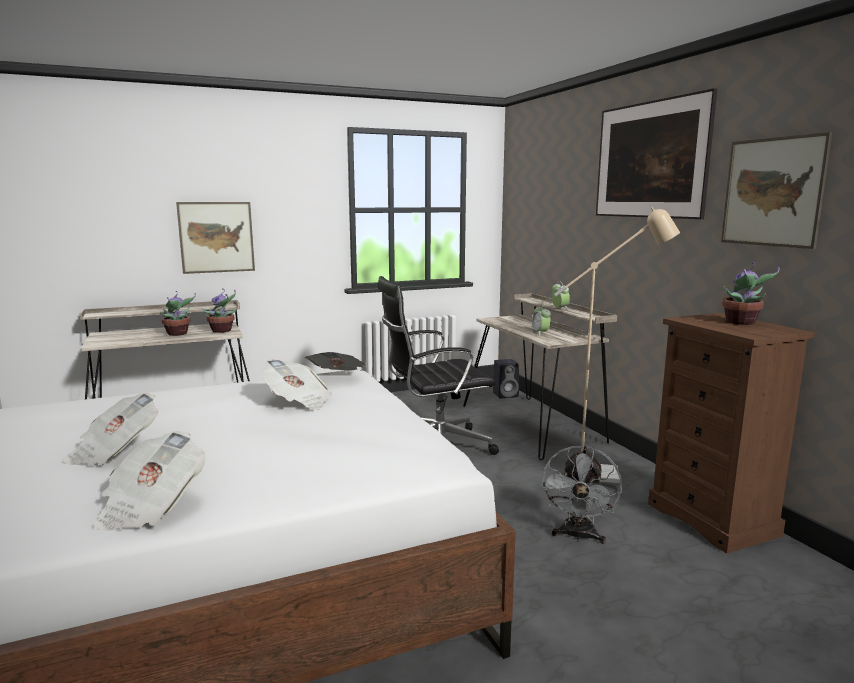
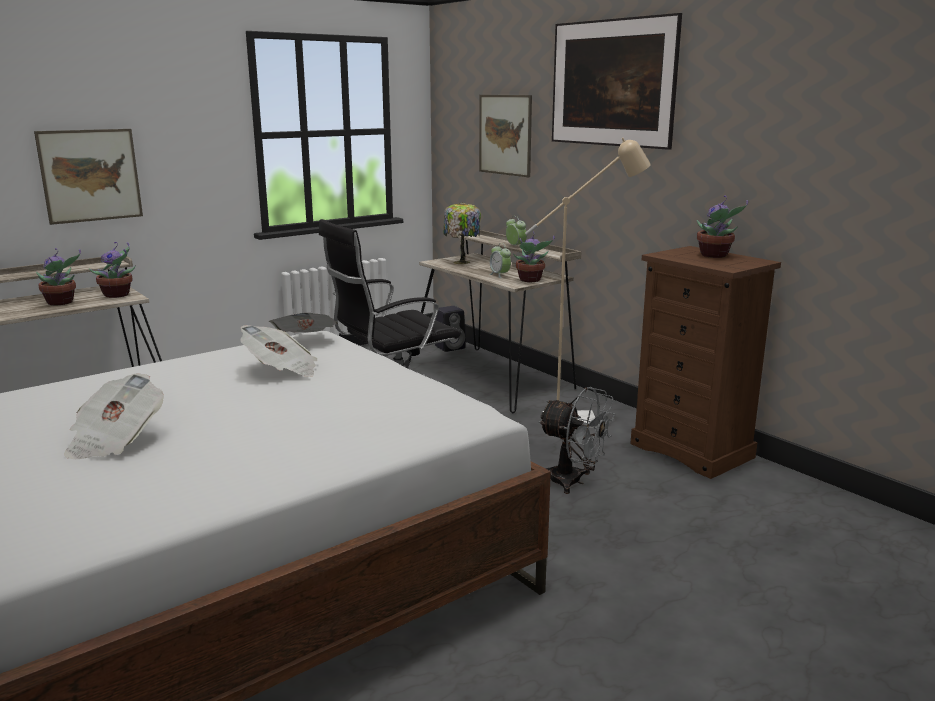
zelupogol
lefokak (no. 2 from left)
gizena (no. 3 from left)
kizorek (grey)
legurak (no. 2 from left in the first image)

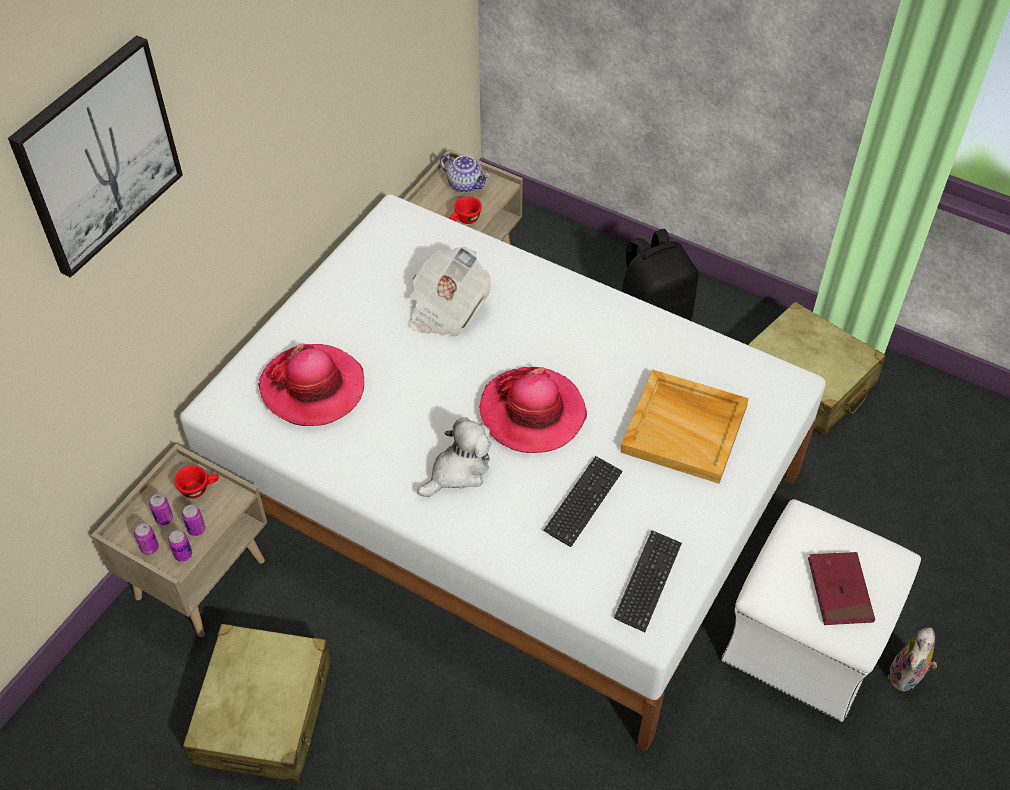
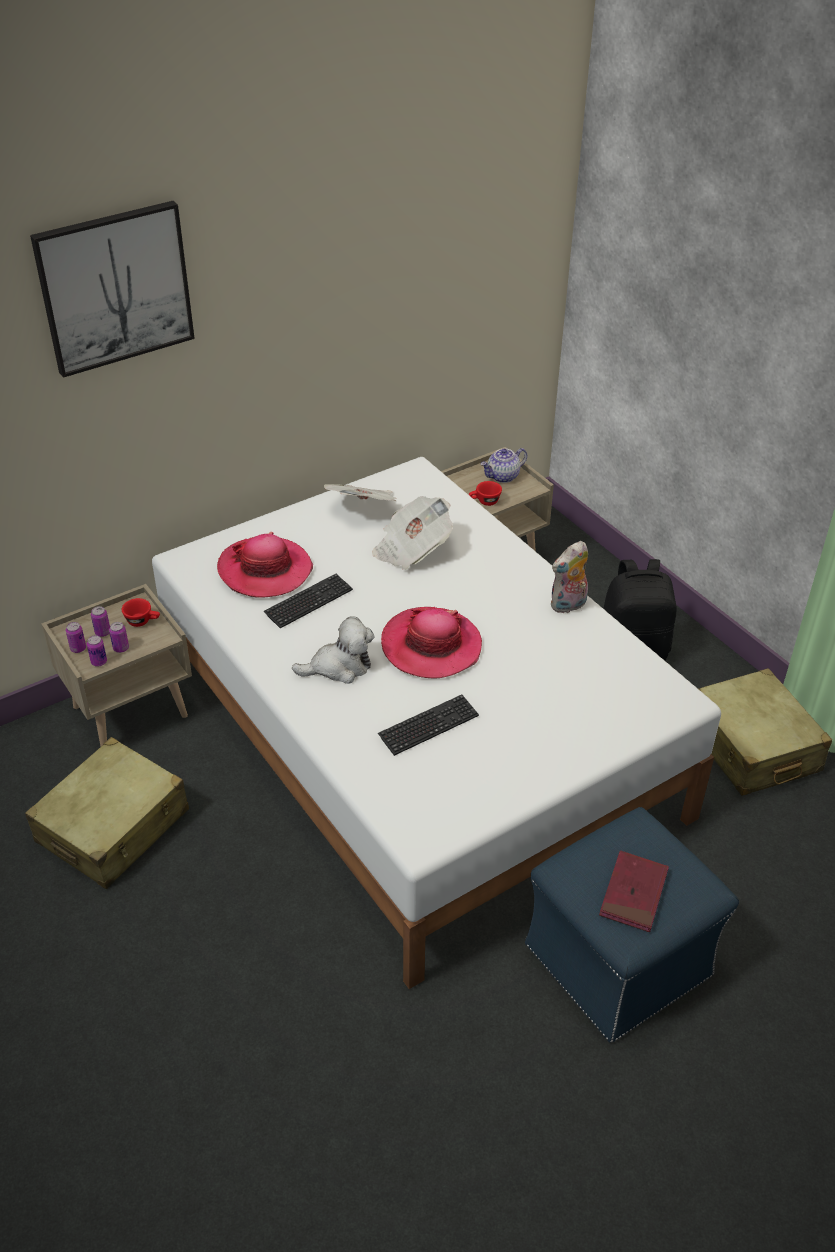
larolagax (no. 1 from left)
legurak (no. 1 from left)
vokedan
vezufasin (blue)
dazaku (no. 2 from left)
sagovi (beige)

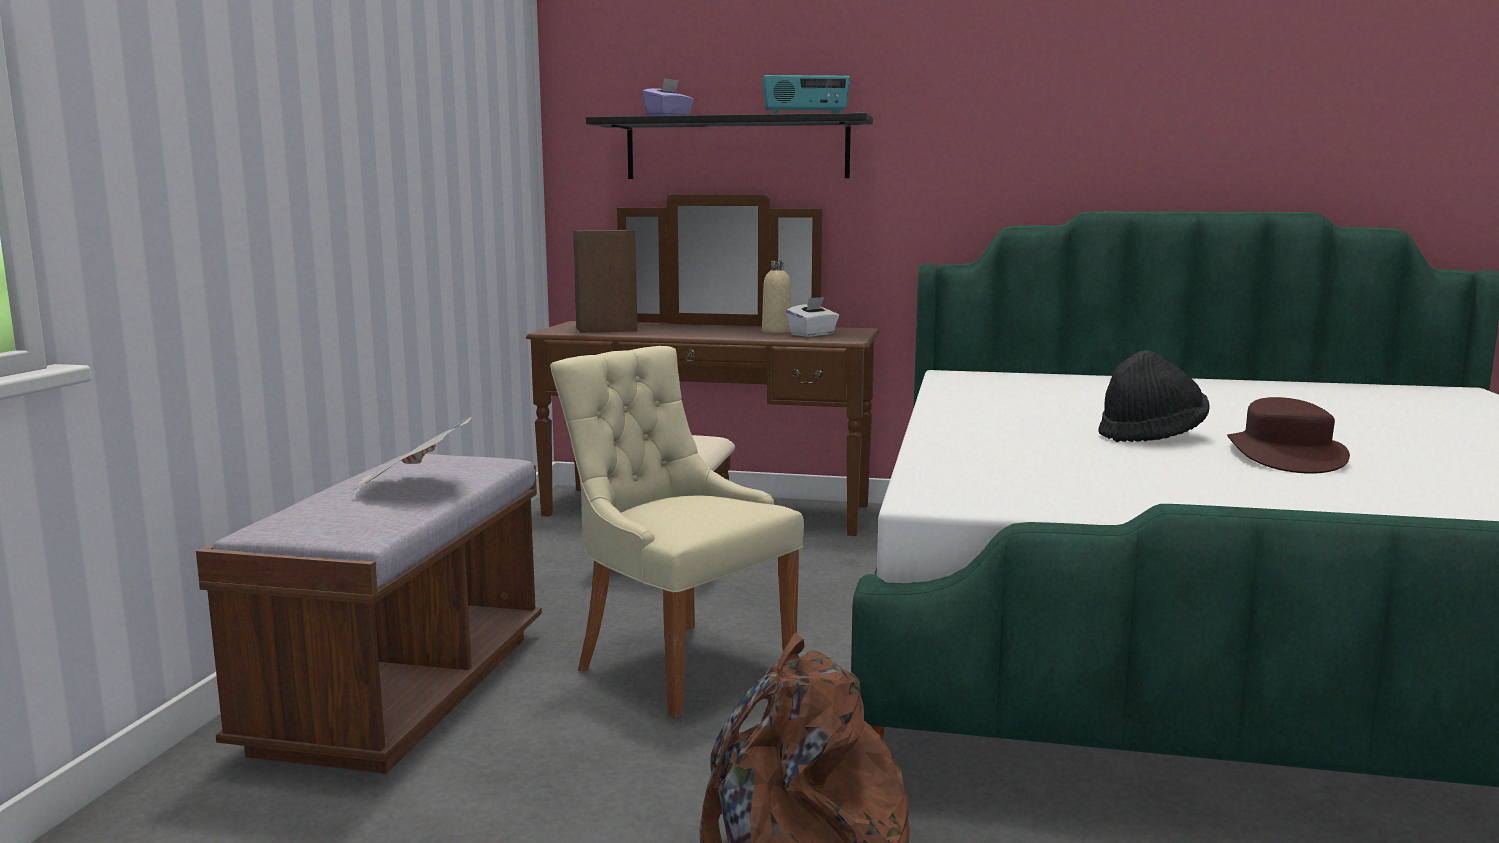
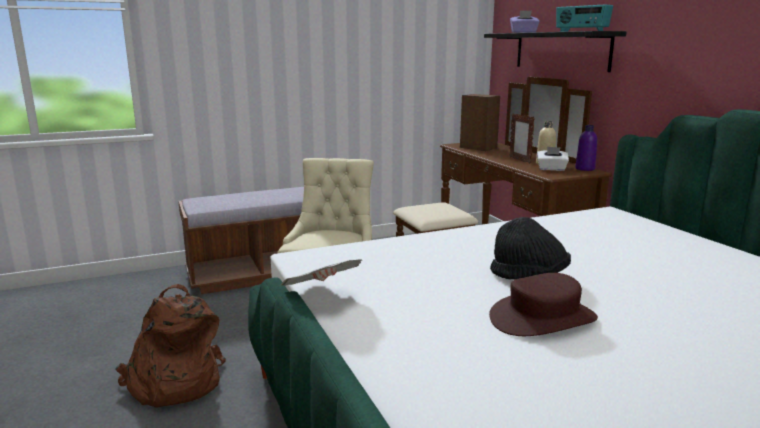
legurak
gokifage
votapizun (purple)

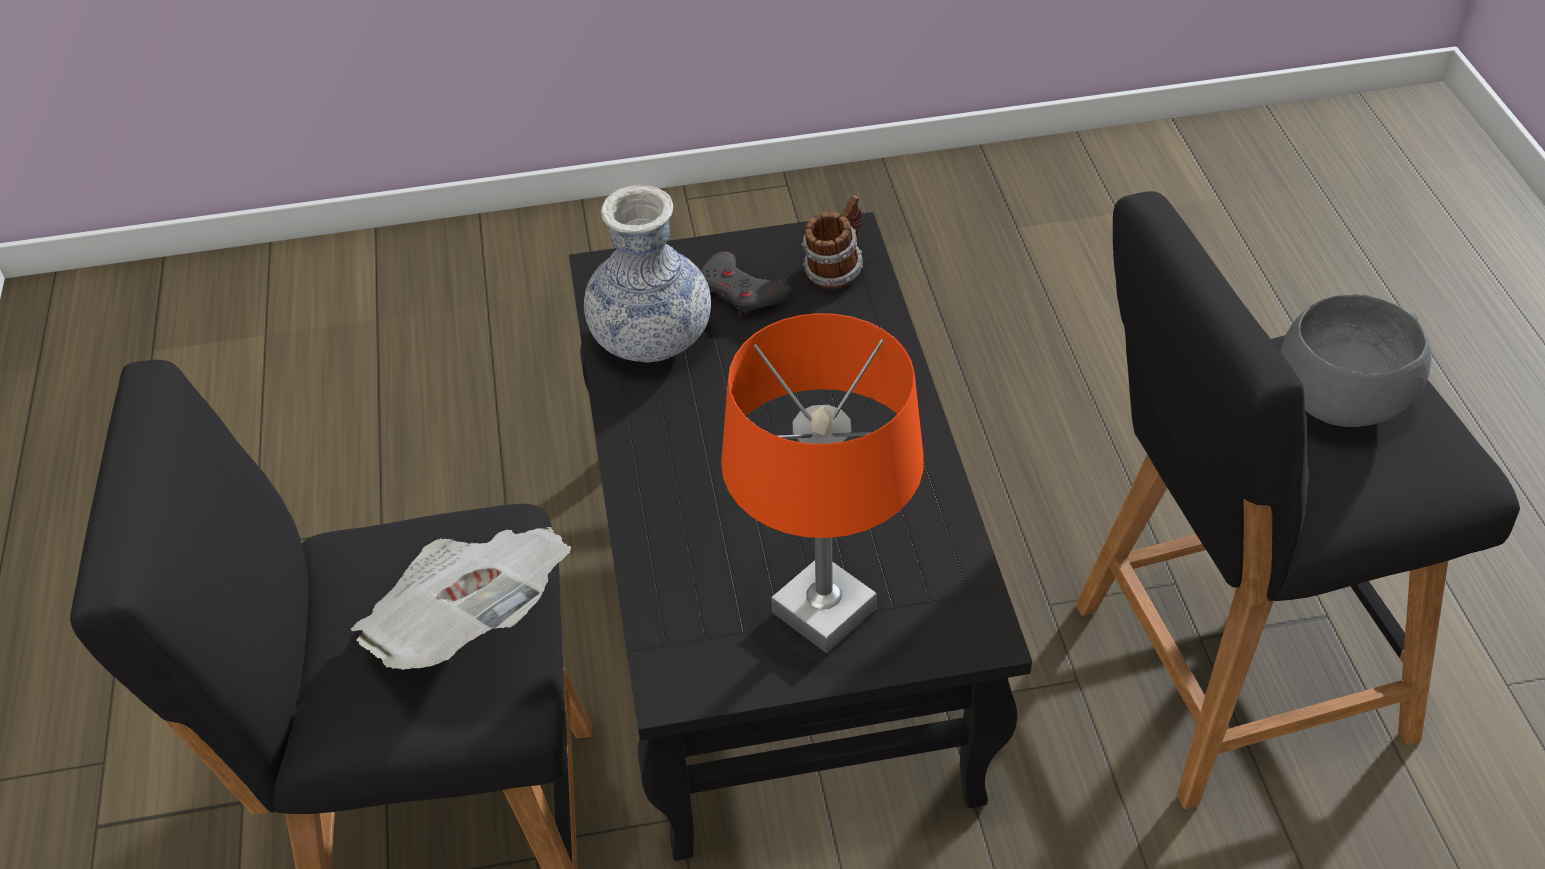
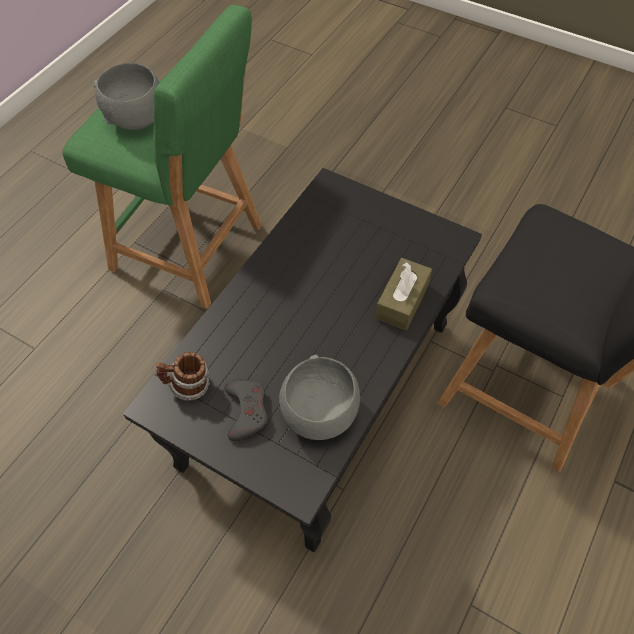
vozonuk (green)
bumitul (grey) (no. 2 from left)
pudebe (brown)
legurak
zelupogol (orange)

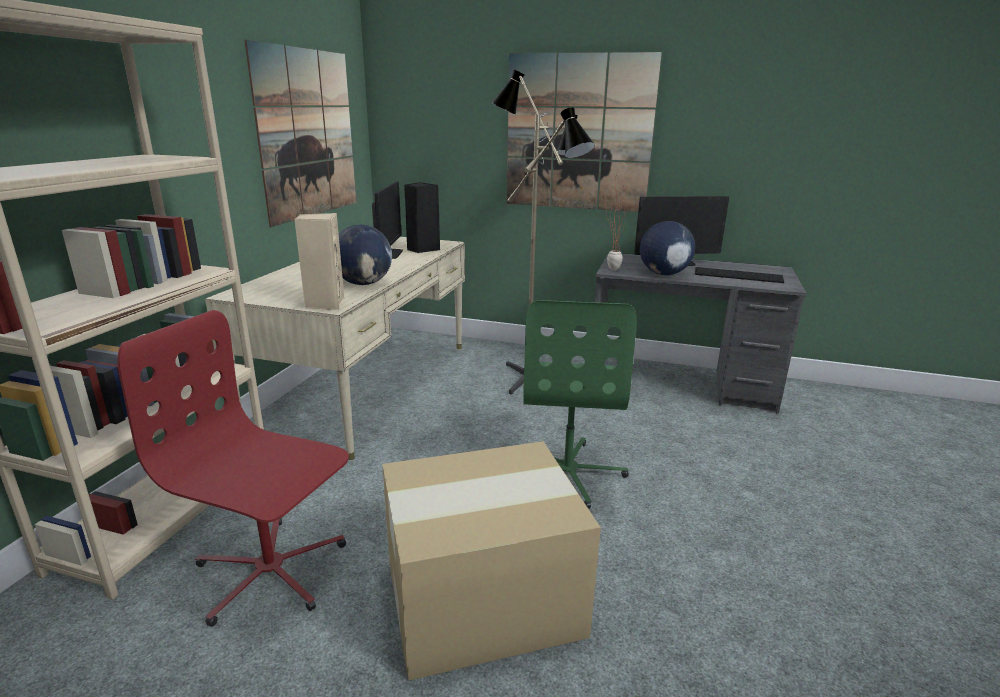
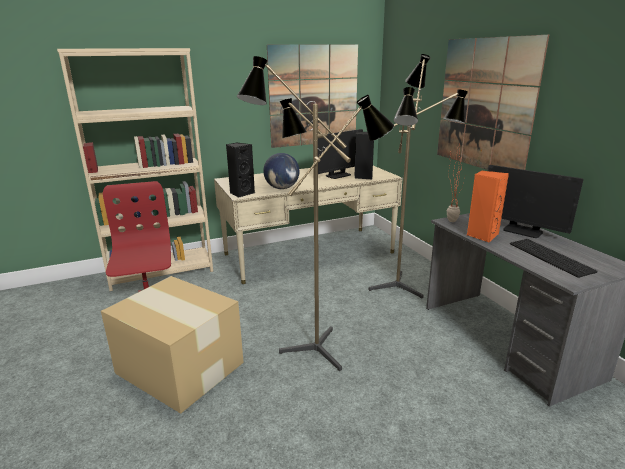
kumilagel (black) (no. 1 from left)
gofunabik (no. 1 from left)
kumilagel (orange)

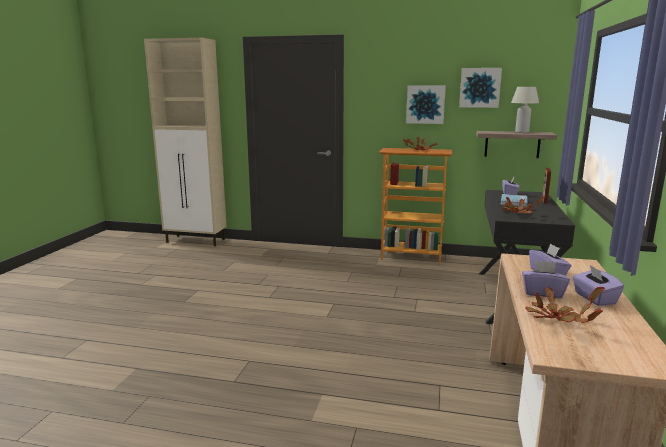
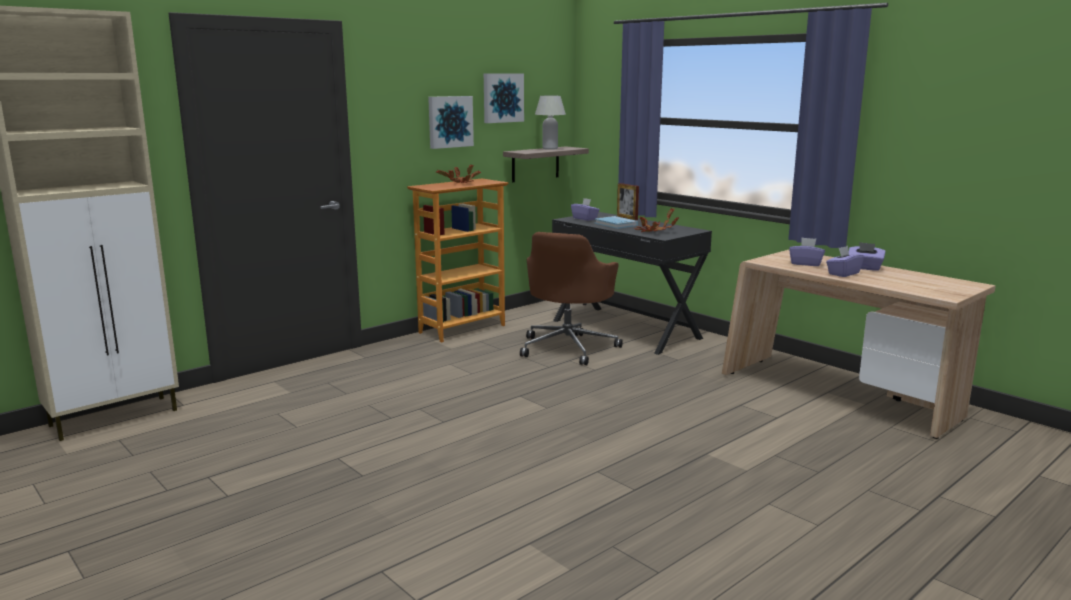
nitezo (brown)
gizena (no. 3 from left in the first image)

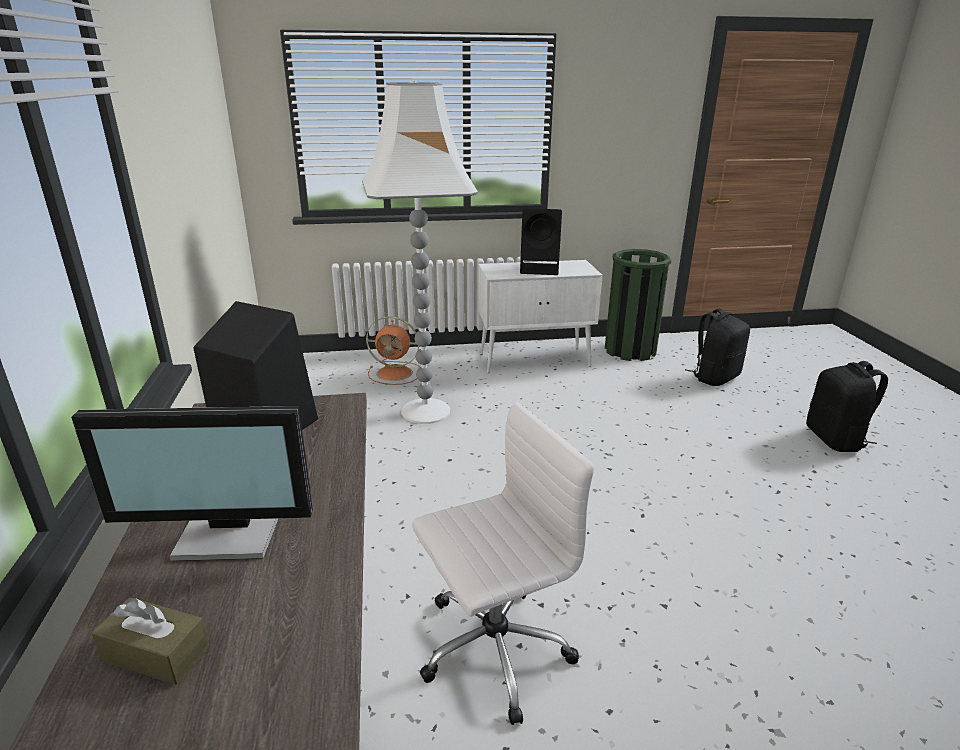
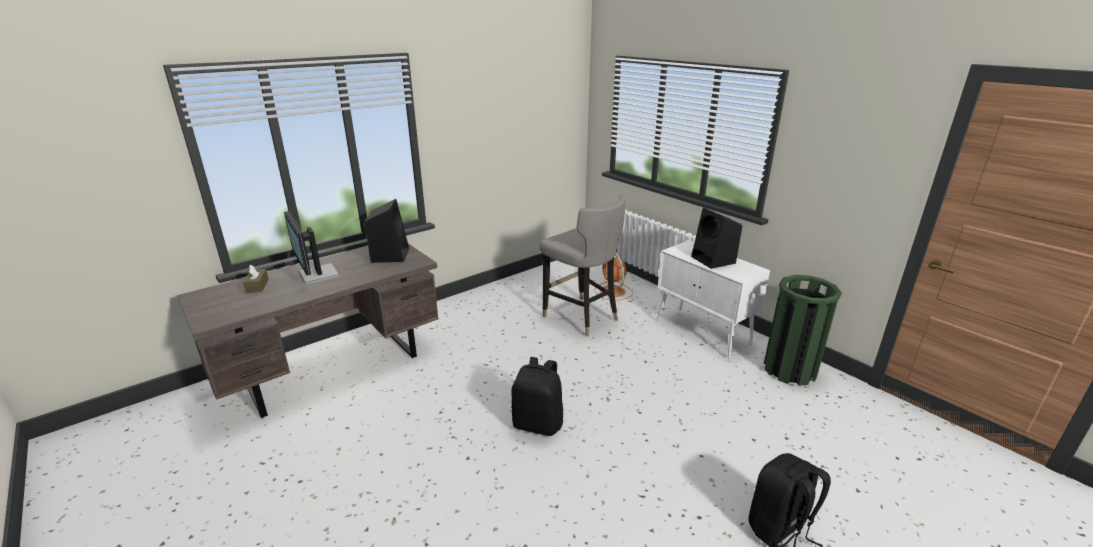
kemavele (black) (no. 1 from left)
vozonuk (grey)
nitezo (white)

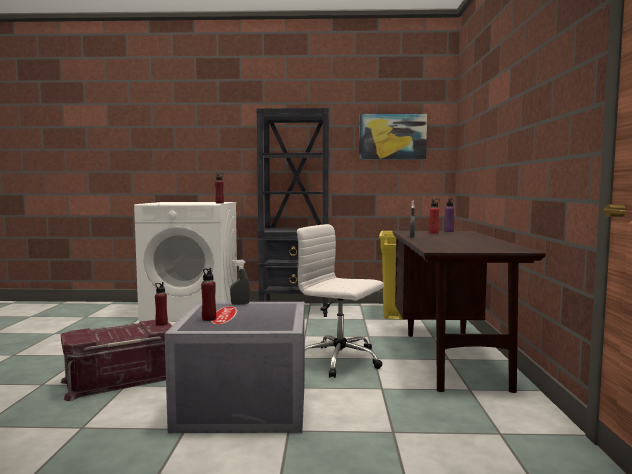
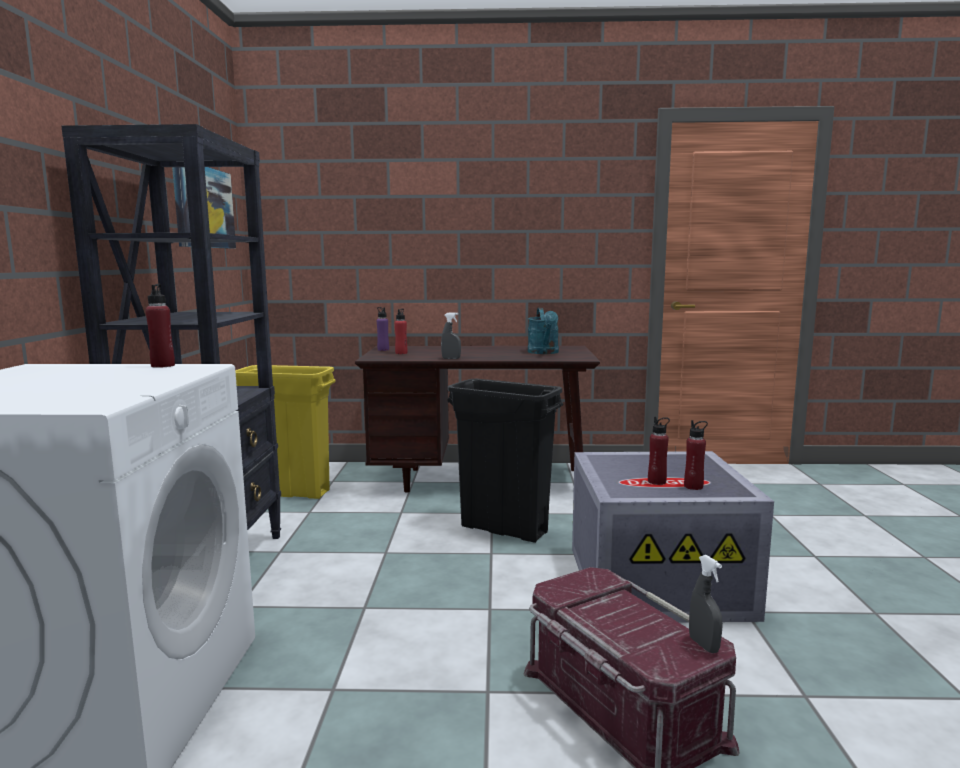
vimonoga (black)
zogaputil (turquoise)
votapizun (red) (no. 3 from left)
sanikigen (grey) (no. 2 from left)

